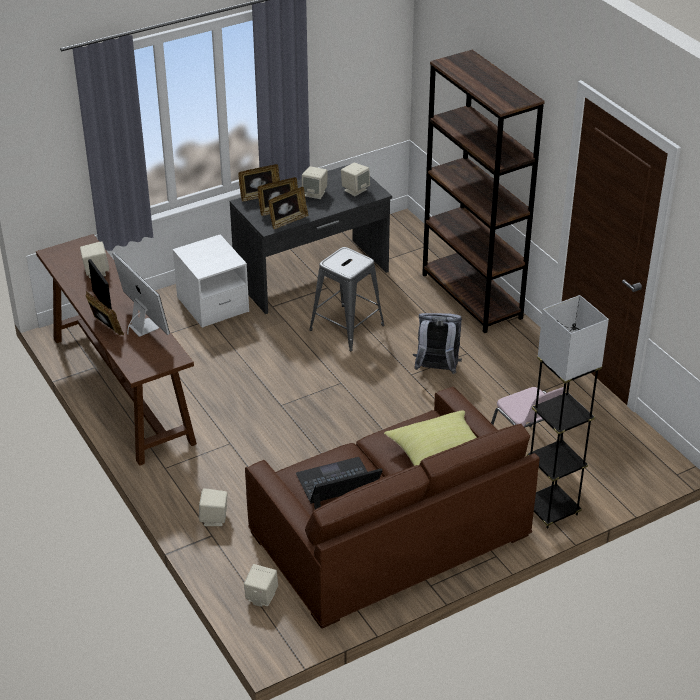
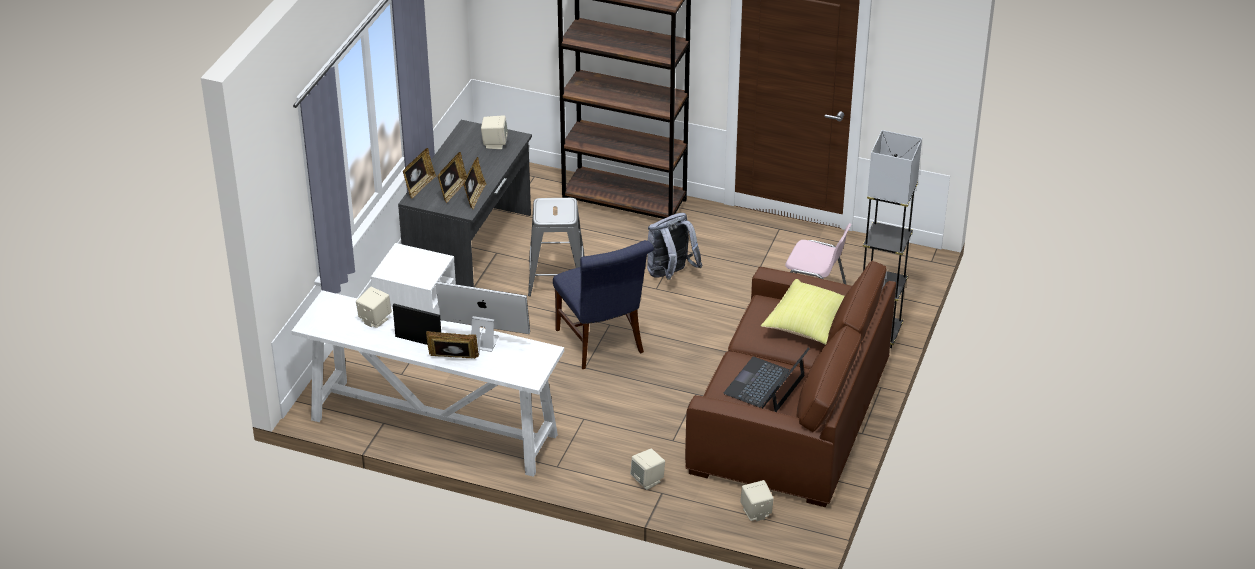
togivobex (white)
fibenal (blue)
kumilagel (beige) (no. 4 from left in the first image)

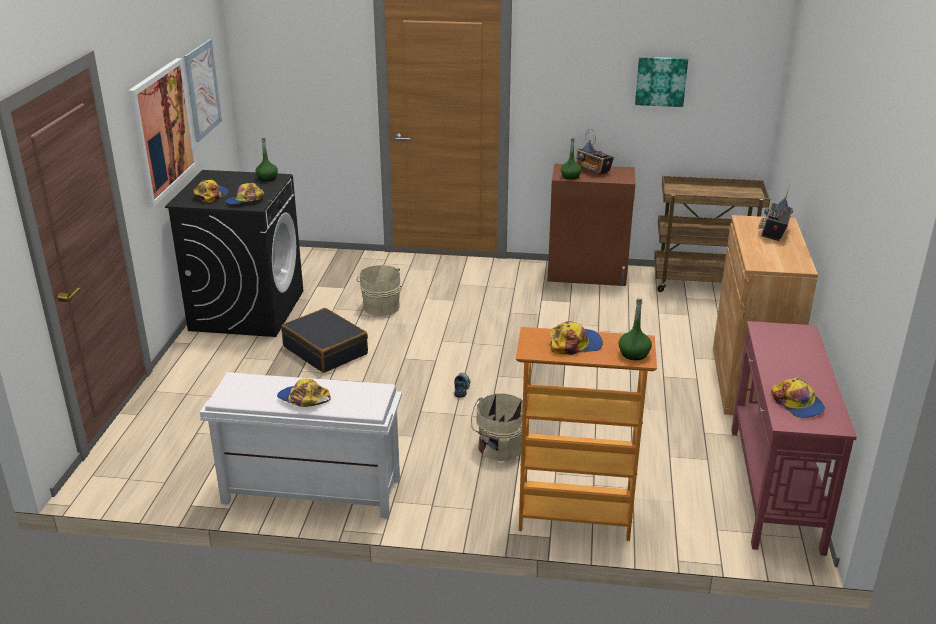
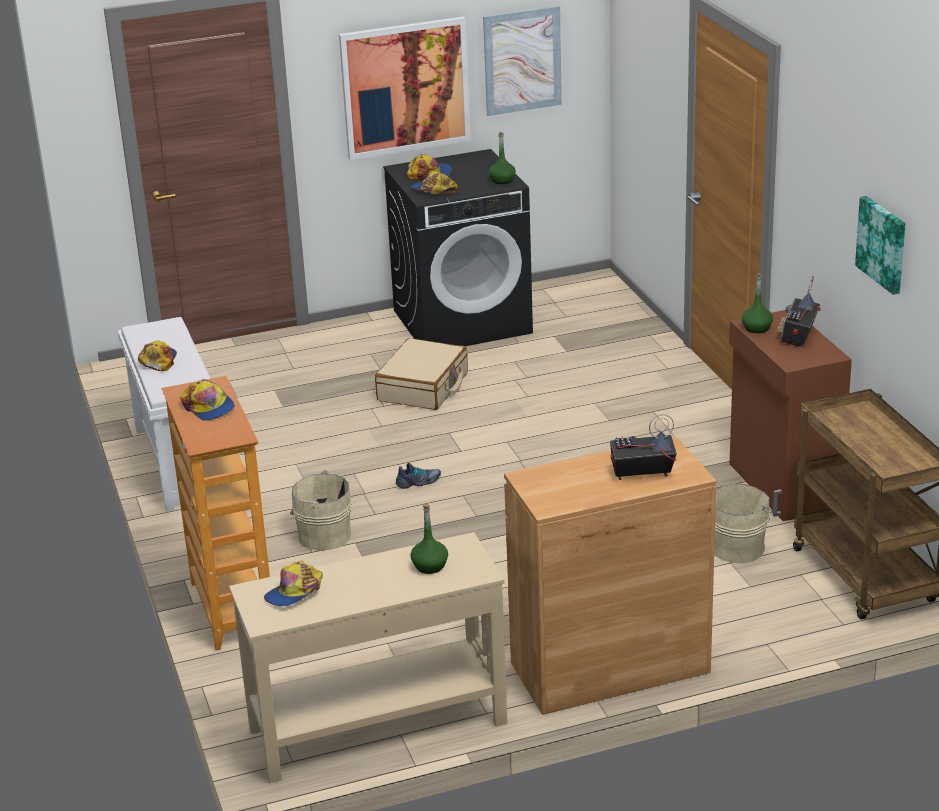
togivobex (beige)
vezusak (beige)
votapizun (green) (no. 1 from left)
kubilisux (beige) (no. 2 from left)

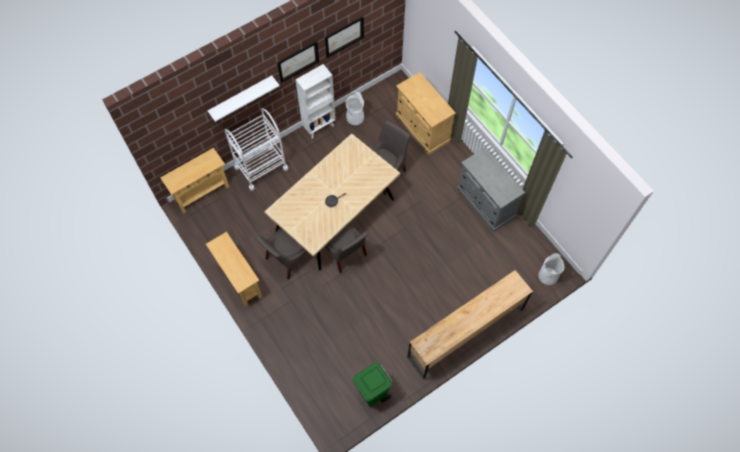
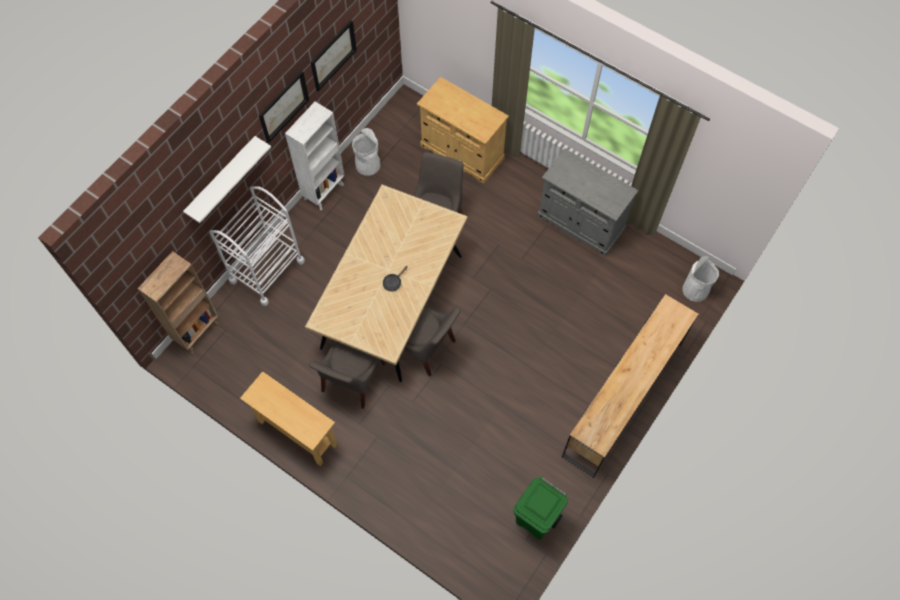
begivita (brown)

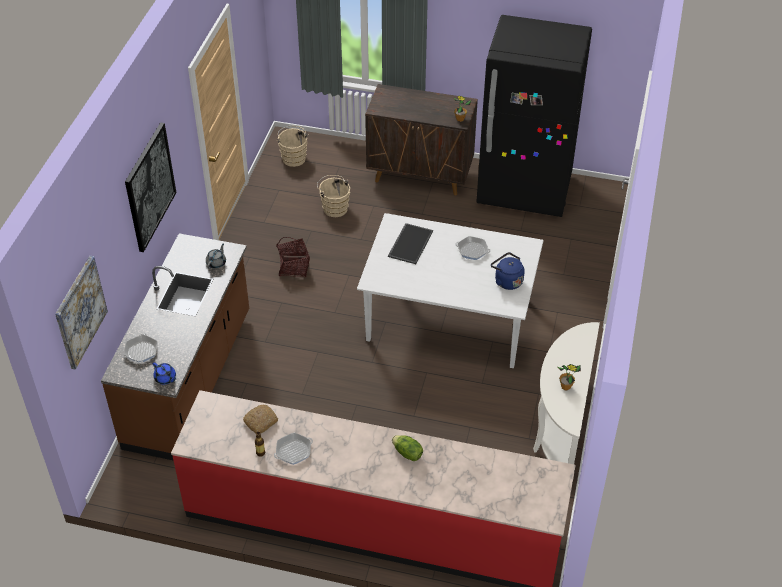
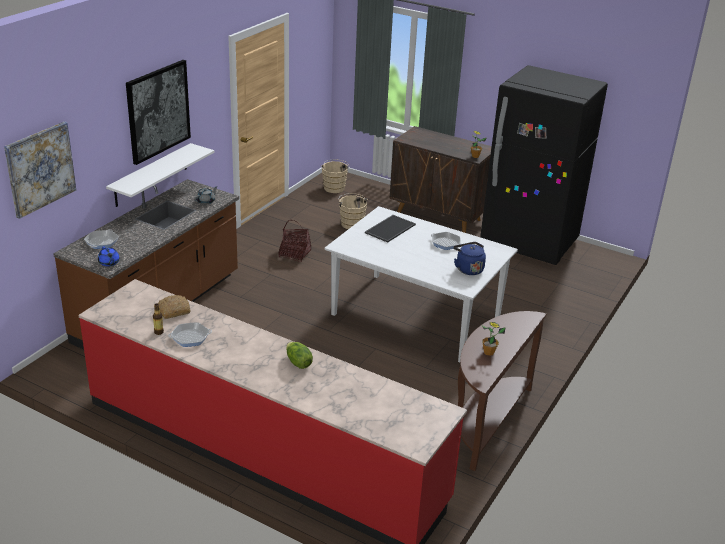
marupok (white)
togivobex (brown)

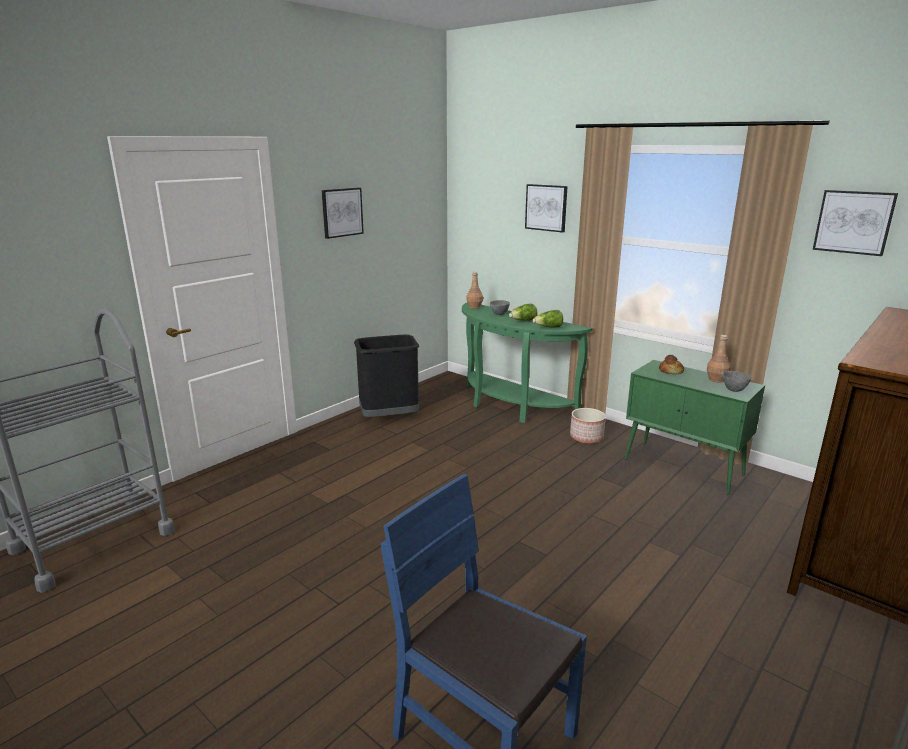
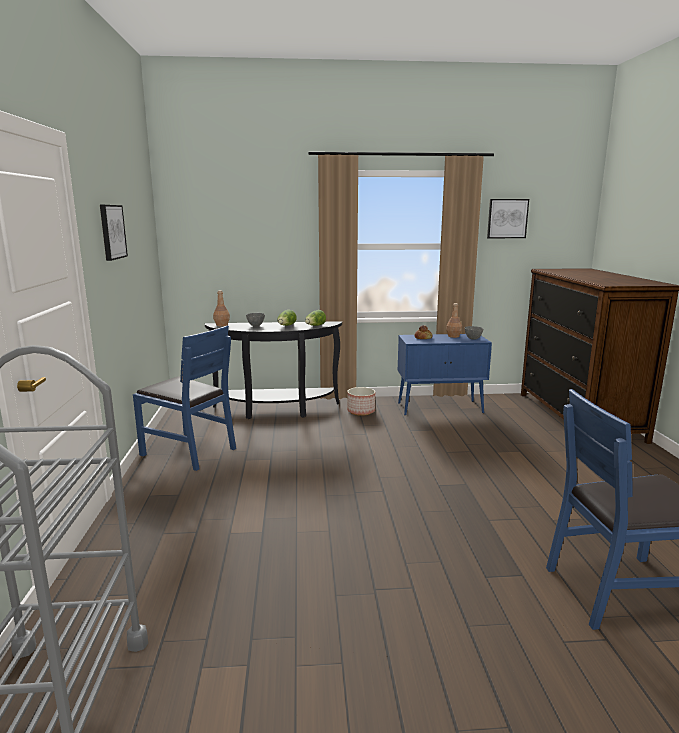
fibenal (blue) (no. 1 from left)
togivobex (black)
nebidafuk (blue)
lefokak (no. 2 from left in the first image)

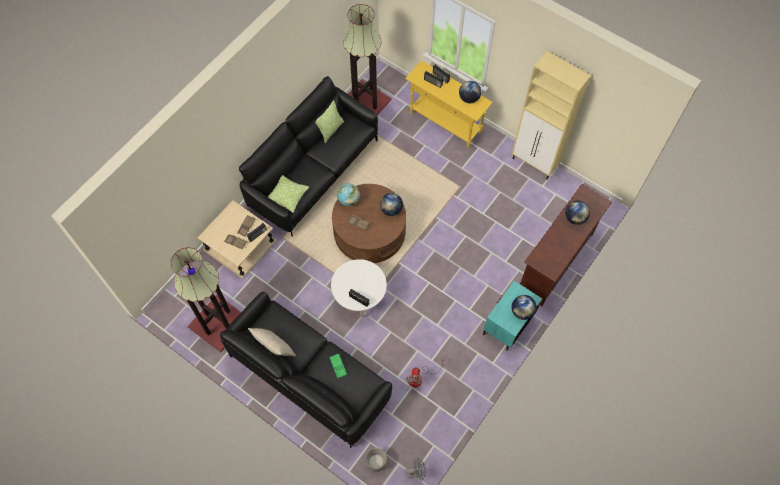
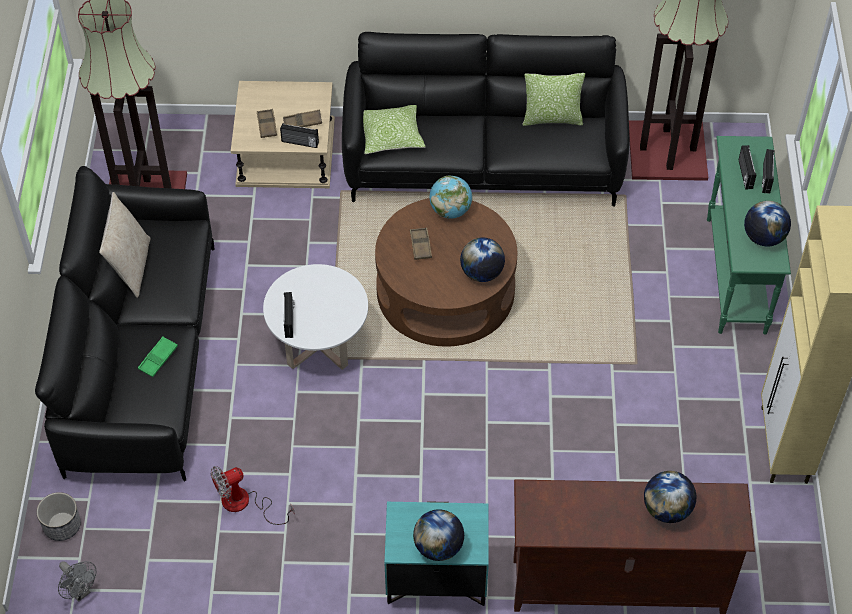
togivobex (green)

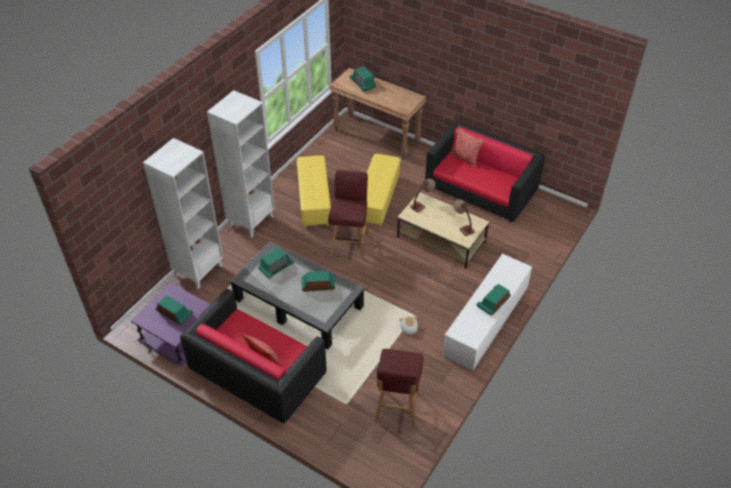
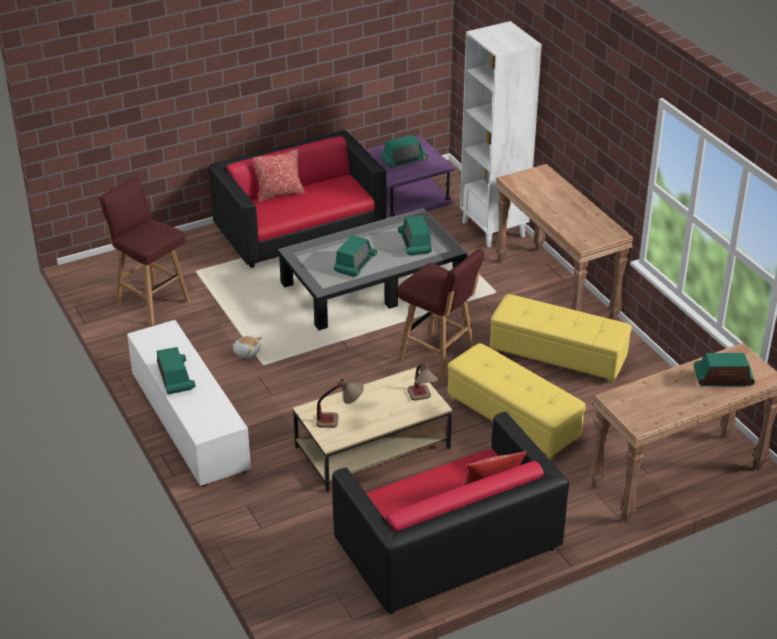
togivobex (brown) (no. 1 from left)

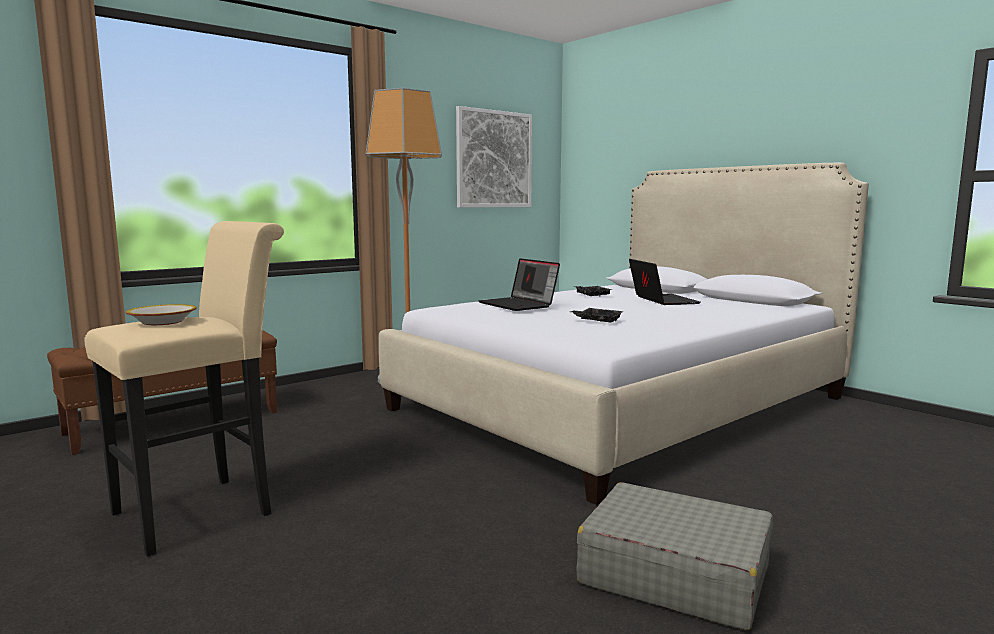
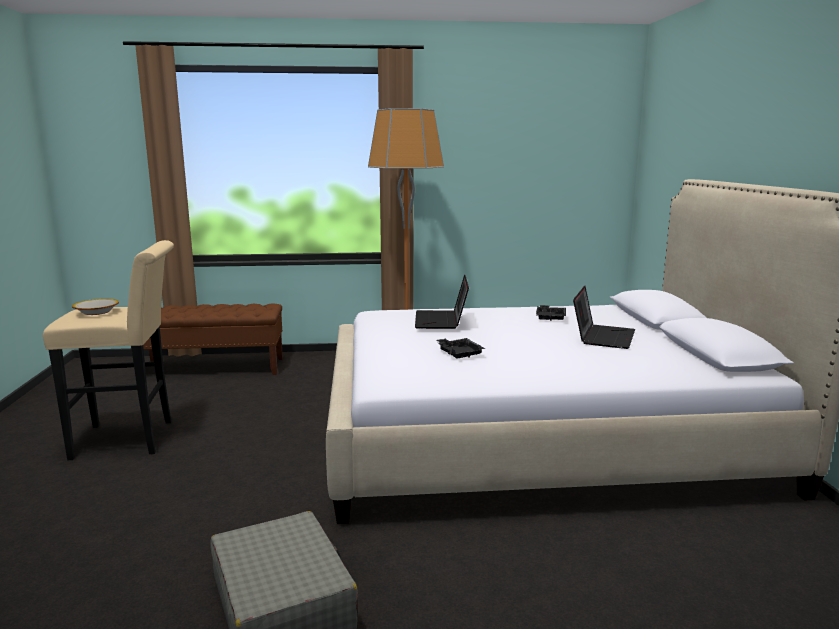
lefokak

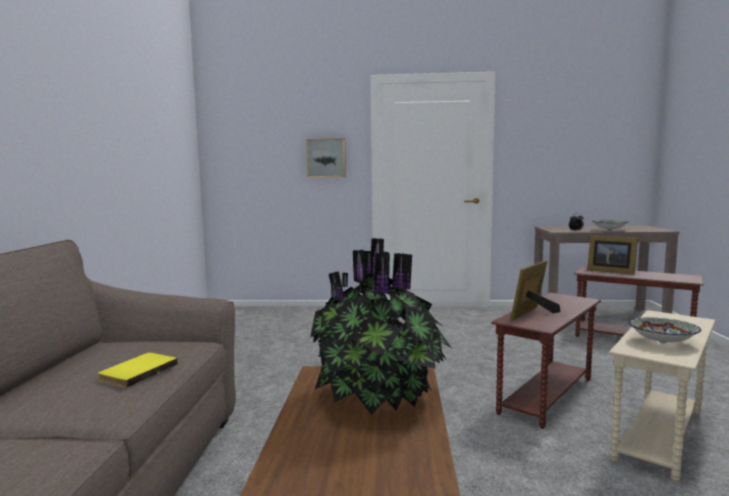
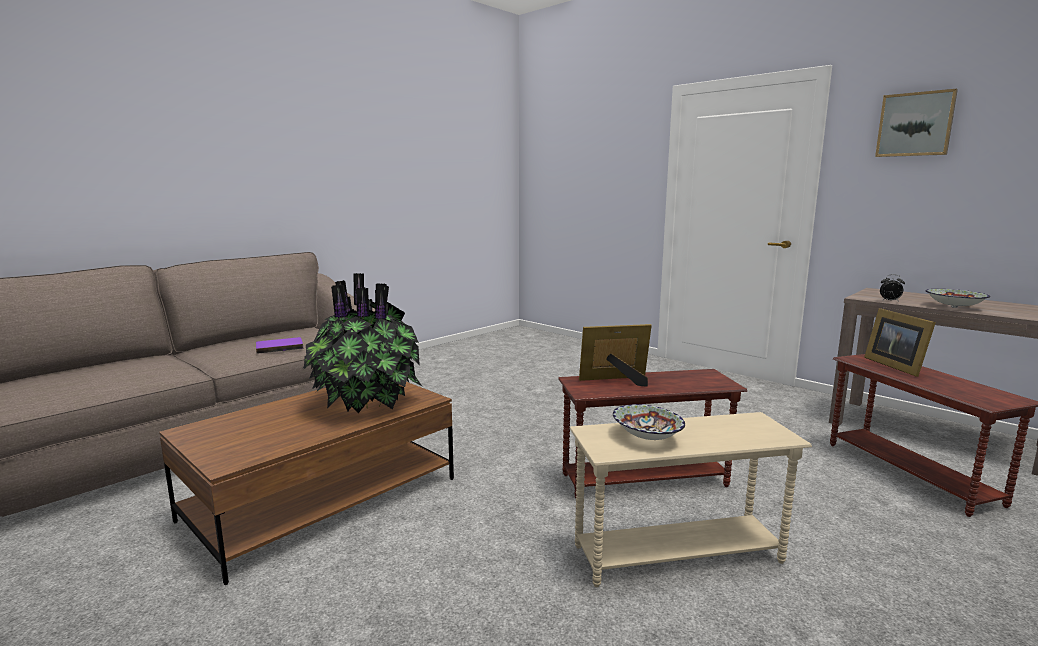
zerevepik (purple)
lefokak

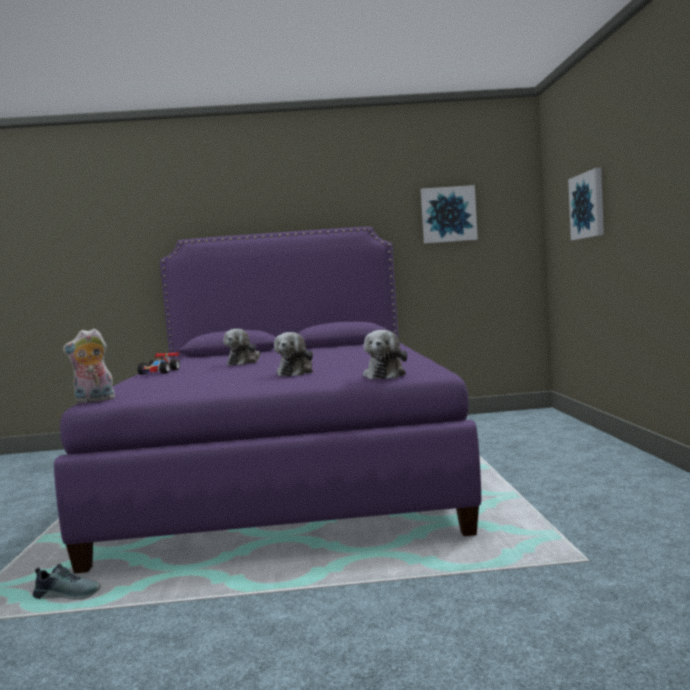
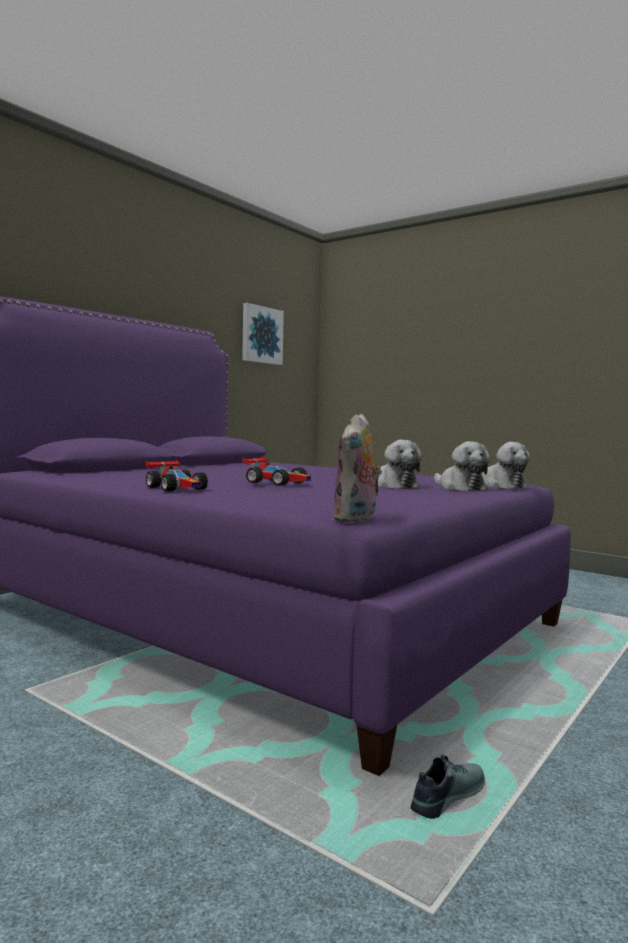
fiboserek (no. 2 from left)
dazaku (no. 3 from left)
lefokak (no. 2 from left in the first image)

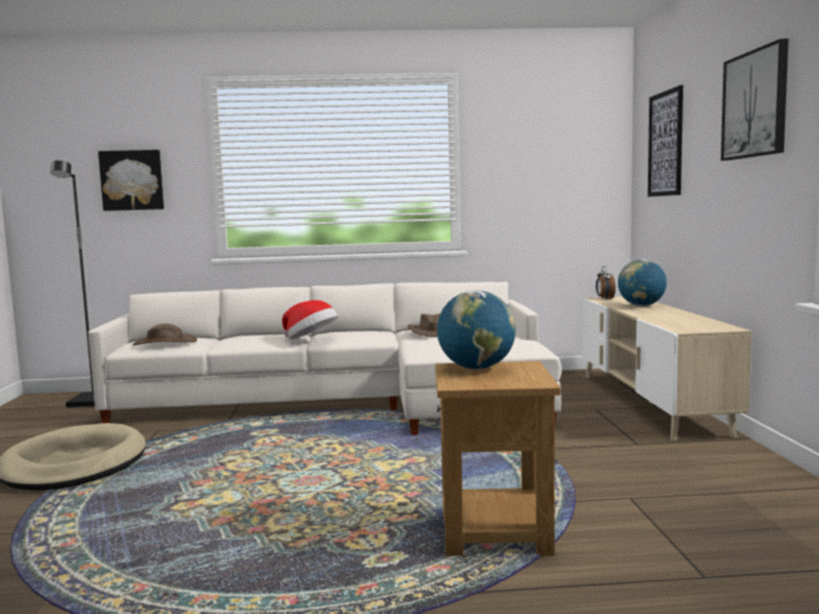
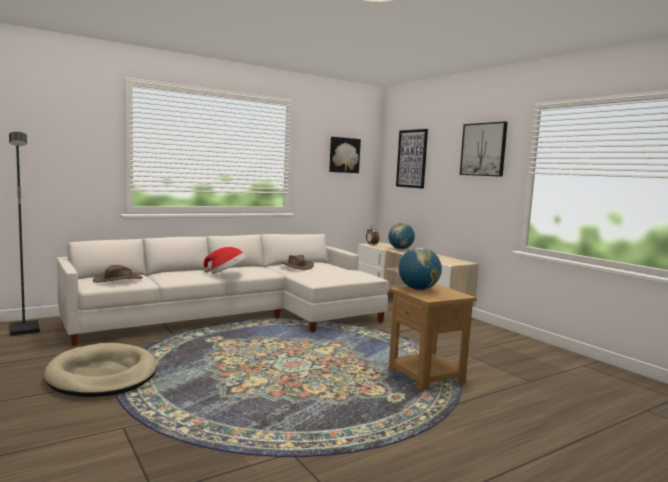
lefokak (no. 1 from left)

